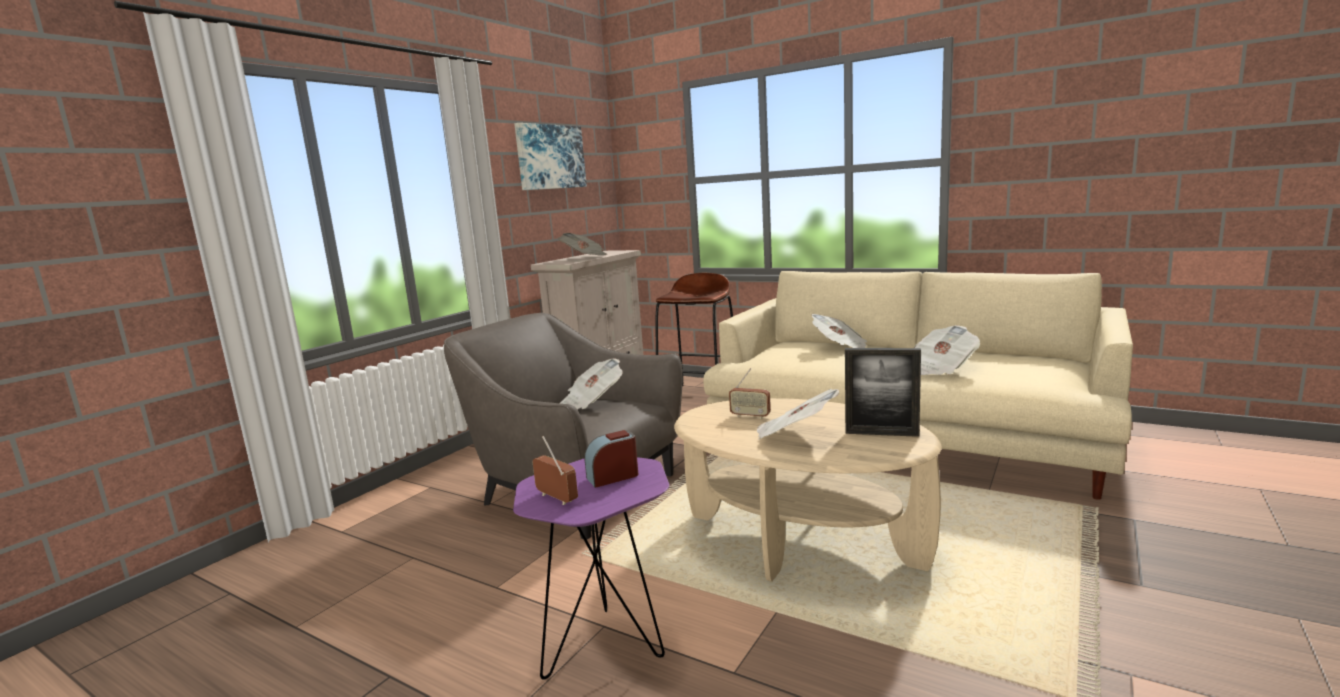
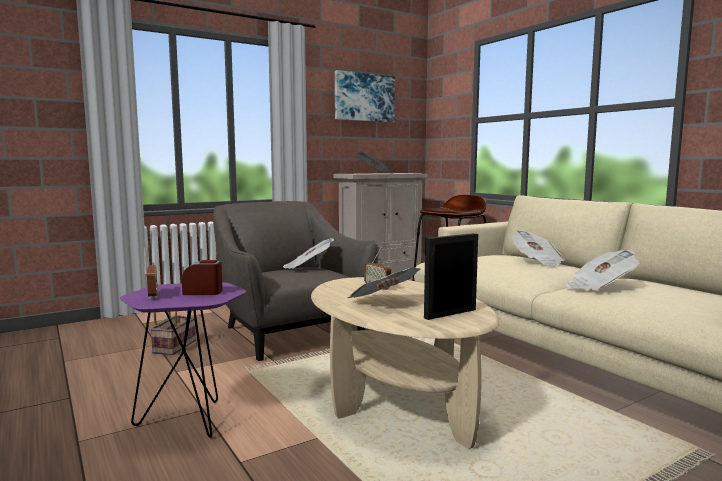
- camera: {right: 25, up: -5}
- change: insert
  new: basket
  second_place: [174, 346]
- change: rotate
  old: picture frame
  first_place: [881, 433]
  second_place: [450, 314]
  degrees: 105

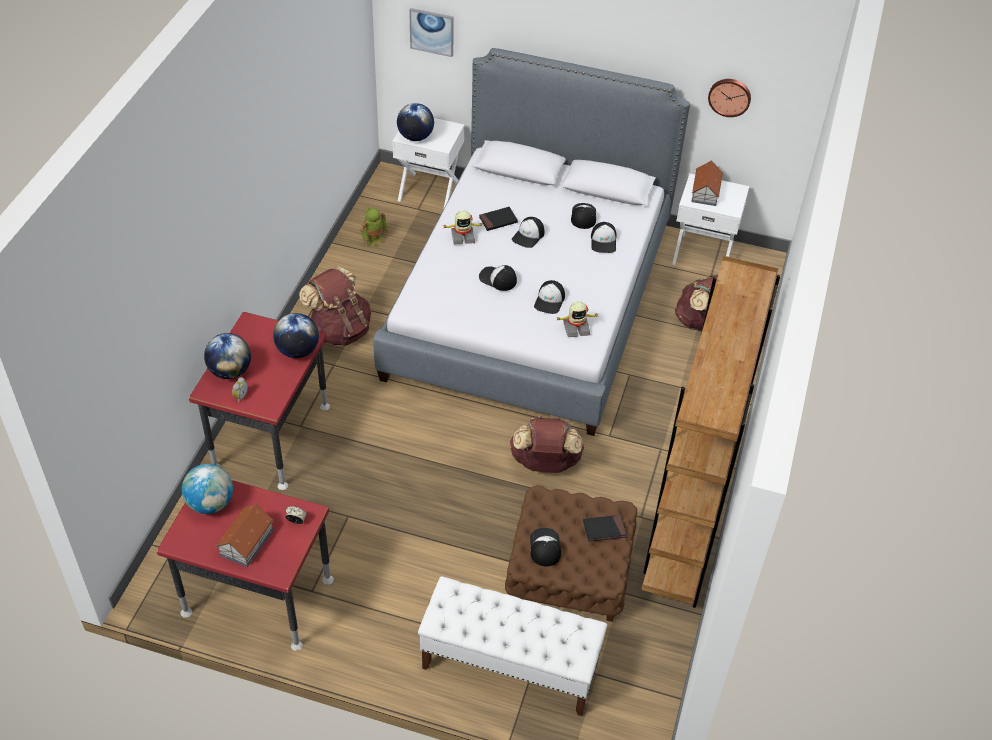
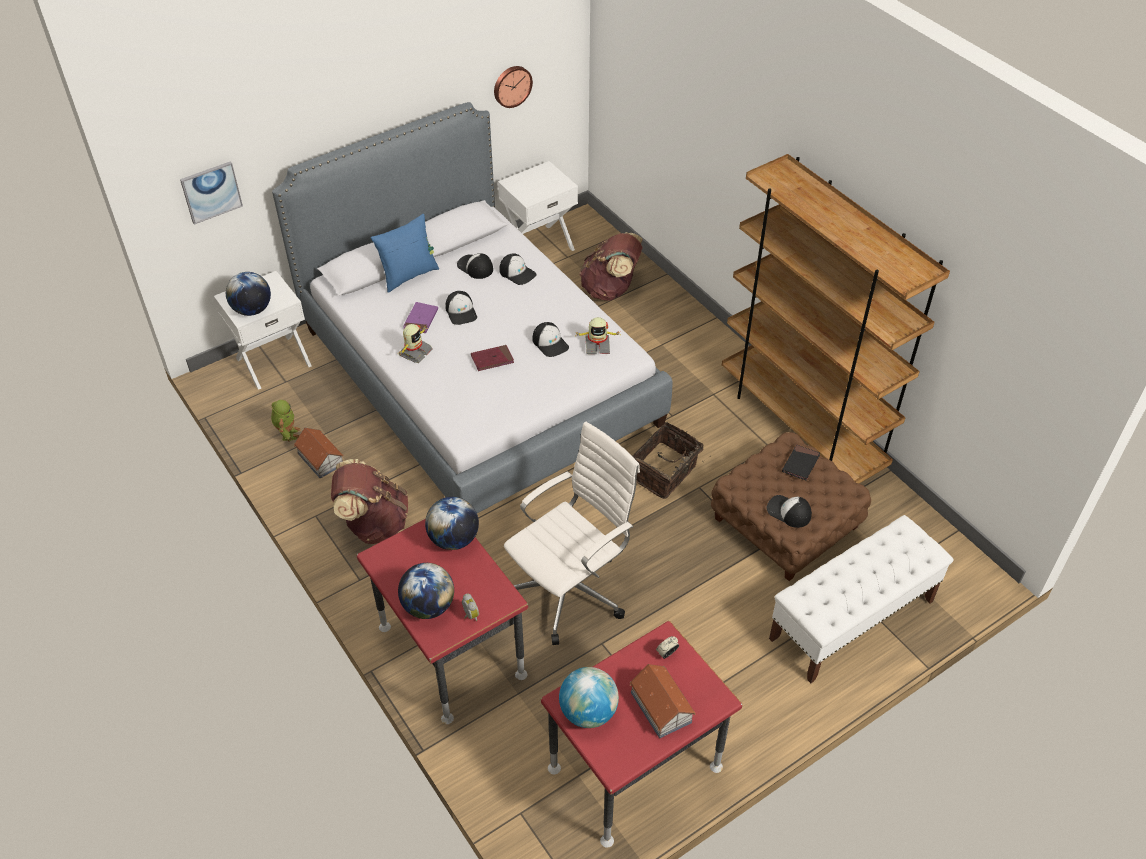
- camera: {right: -50, up: 0}
- change: insert
  new: bluish throw pillow
  second_place: [408, 276]
- change: insert
  new: white-coloured office chair
  second_place: [571, 589]
- change: move
  old: toy house
  first_place: [705, 192]
  second_place: [320, 459]
- change: replace
  old: cap
  new: red-coloured volume
  first_place: [497, 279]
  second_place: [492, 359]
- change: replace
  old: brown knapsack
  new: basket
  first_place: [545, 464]
  second_place: [664, 473]
- change: recolor
  old: black volume
  new: purple volume
  first_place: [498, 220]
  second_place: [421, 319]
- change: rotate
  old: model robot
  first_place: [576, 328]
  second_place: [597, 345]
  degrees: 60

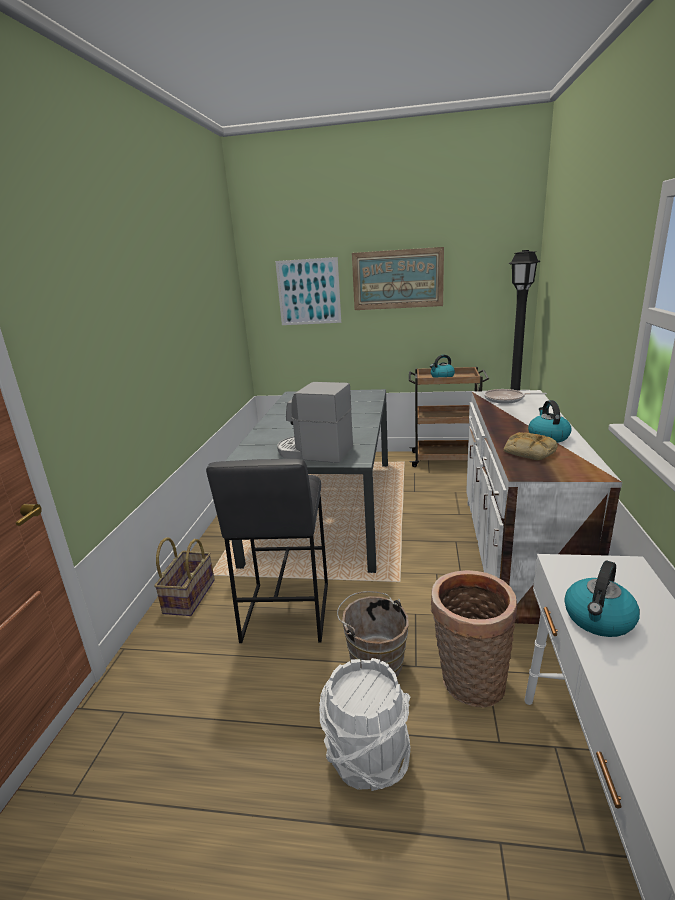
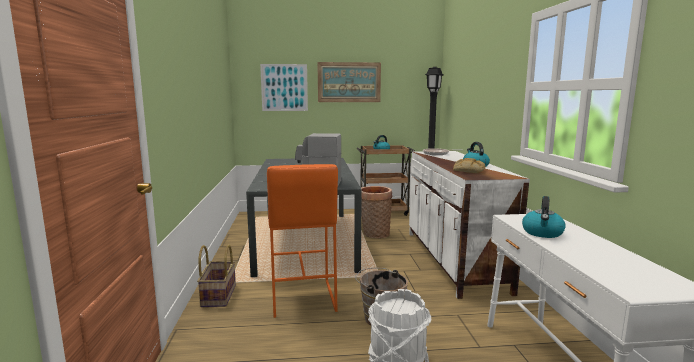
- camera: {right: -15, up: -10}
- change: move
  old: basket
  first_place: [469, 683]
  second_place: [374, 234]
- change: recolor
  old: greyish stool seat
  new: orangey stool seat
  first_place: [286, 612]
  second_place: [302, 298]

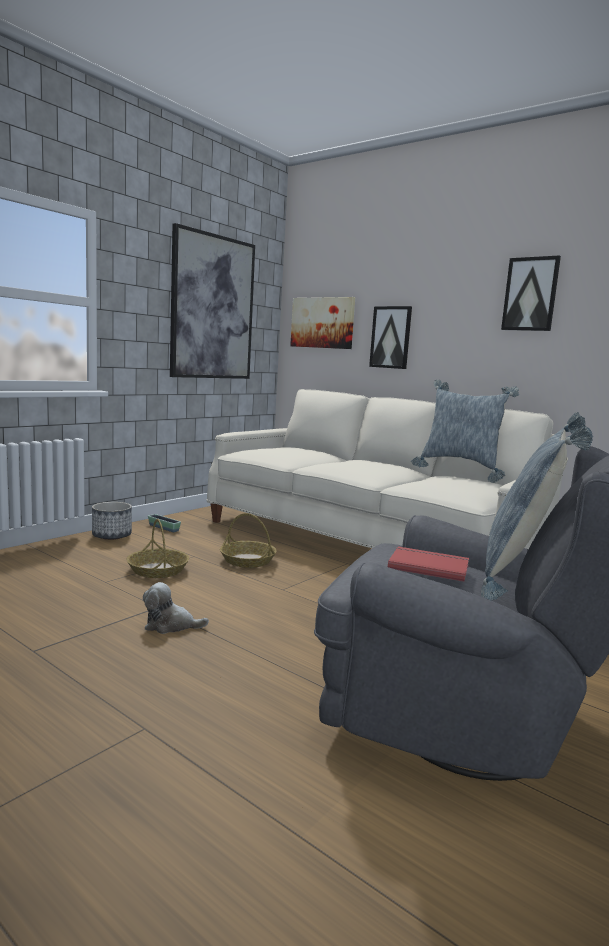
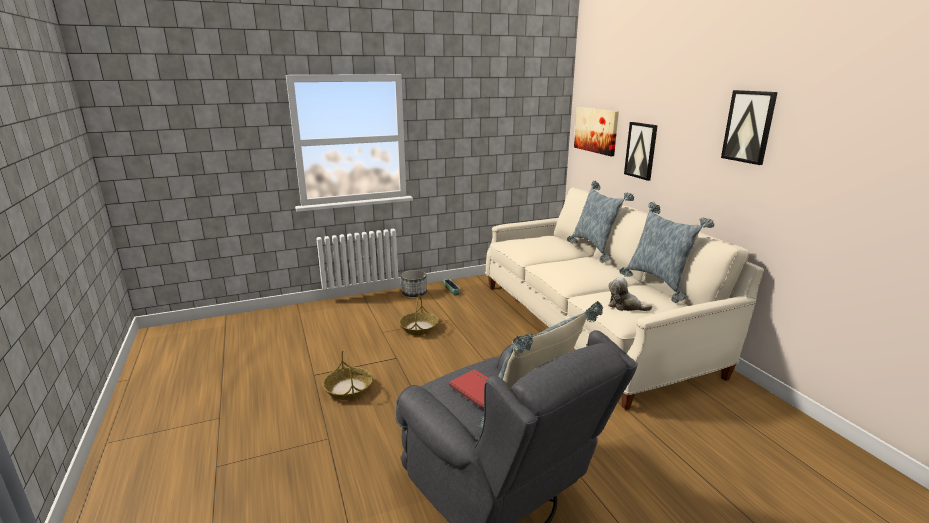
- camera: {right: 30, up: 10}
- change: delete
  old: wall art
  first_place: [212, 308]
- change: insert
  new: throw pillow
  second_place: [596, 252]
- change: move
  old: soft toy
  first_place: [170, 625]
  second_place: [625, 306]
- change: move
  old: basket
  first_place: [247, 560]
  second_place: [348, 388]

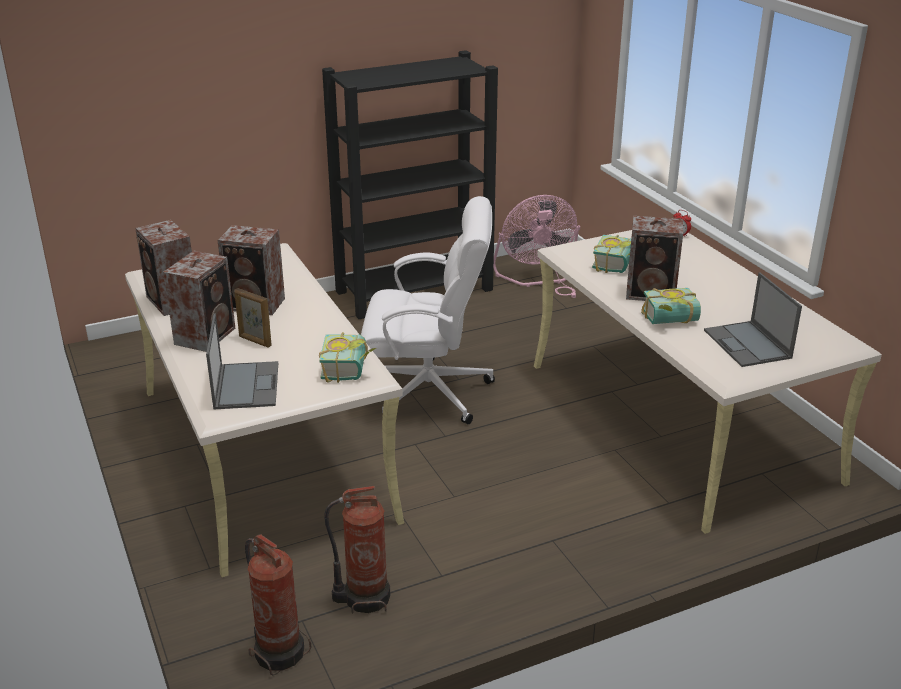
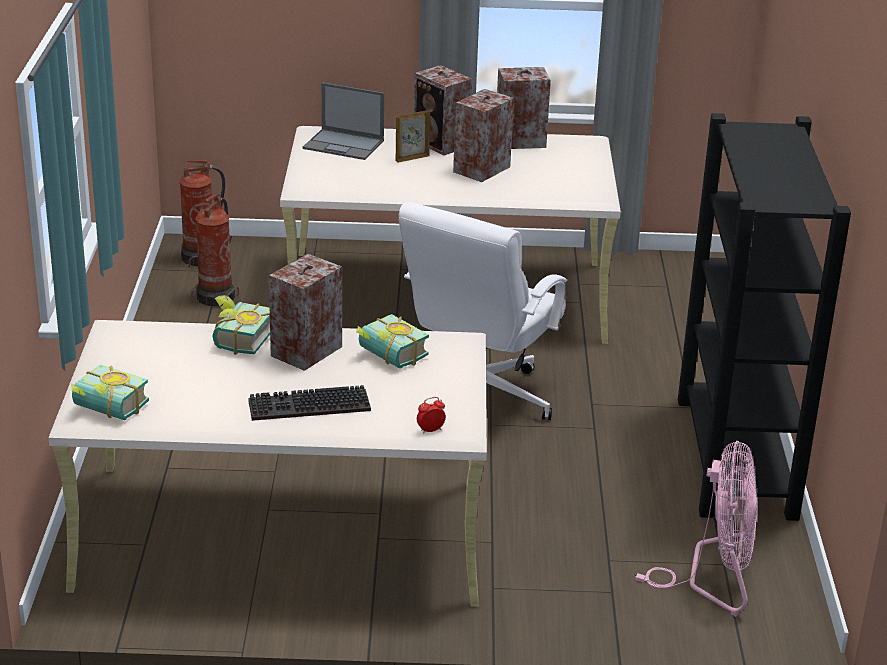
- camera: {right: 115, up: 0}
- change: delete
  old: laptop
  first_place: [748, 344]
- change: insert
  new: keyboard
  second_place: [307, 407]
- change: move
  old: volume
  first_place: [350, 369]
  second_place: [107, 410]

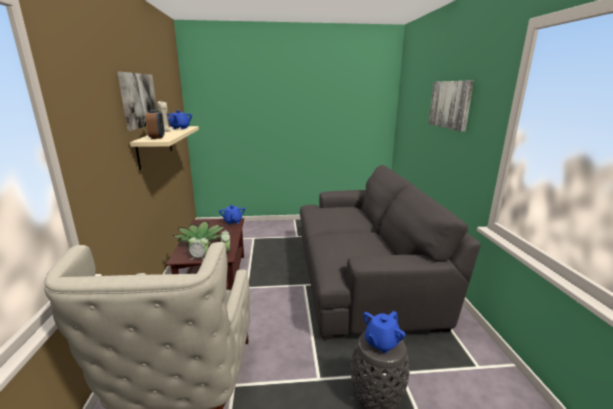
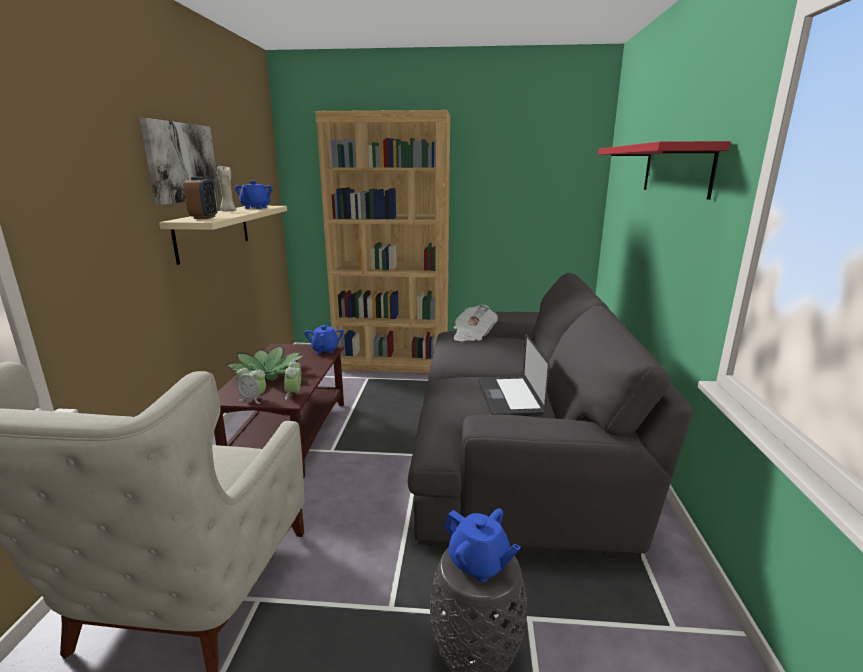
- camera: {right: 10, up: 0}
- change: insert
  new: brown shelving unit
  second_place: [393, 363]
- change: insert
  new: newspaper
  second_place: [472, 335]
- change: insert
  new: laptop
  second_place: [509, 397]
- change: replace
  old: wall art
  new: red-coloured wall shelf
  first_place: [450, 104]
  second_place: [676, 170]
- change: rotate
  old: bluish tea pot
  first_place: [381, 343]
  second_place: [479, 563]
  degrees: -105

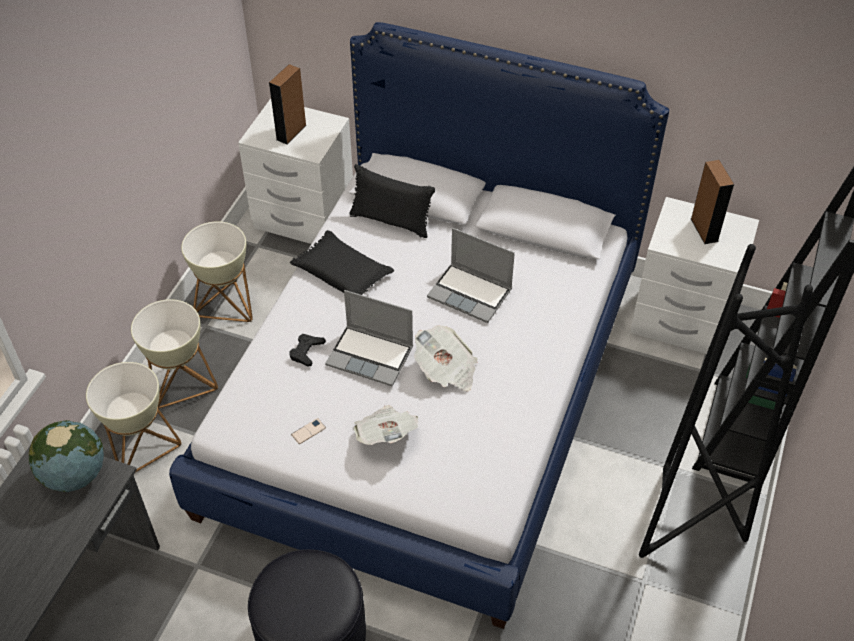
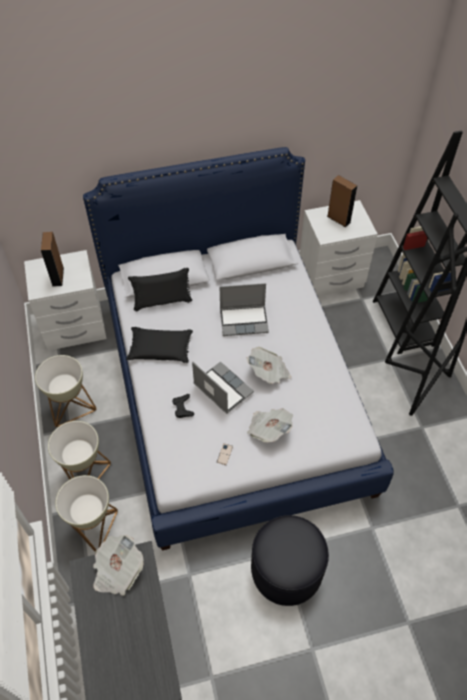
- camera: {right: -35, up: 5}
- change: replace
  old: desk globe
  new: newspaper
  first_place: [74, 475]
  second_place: [117, 570]
- change: rotate
  old: laptop
  first_place: [371, 356]
  second_place: [222, 388]
  degrees: -120

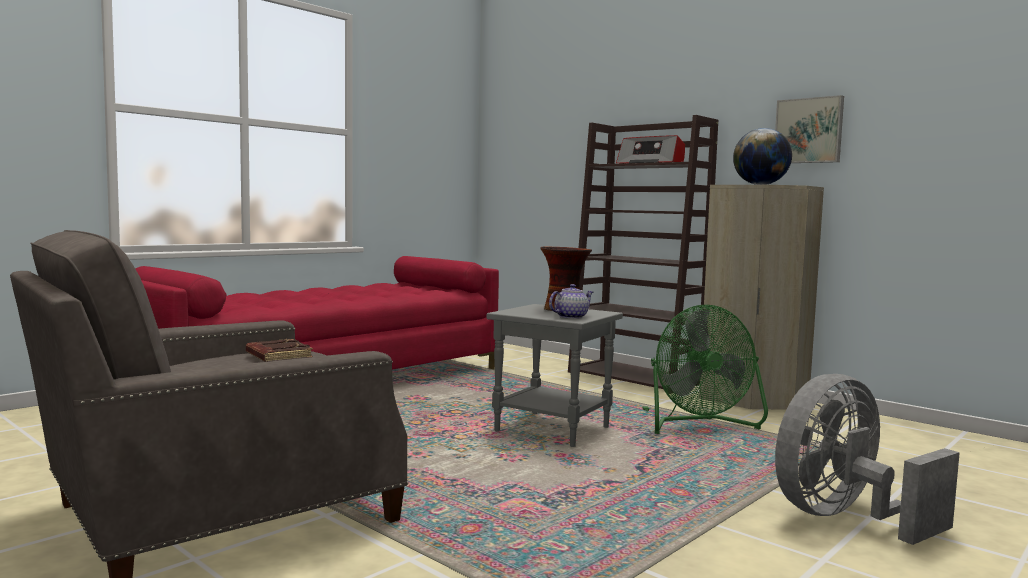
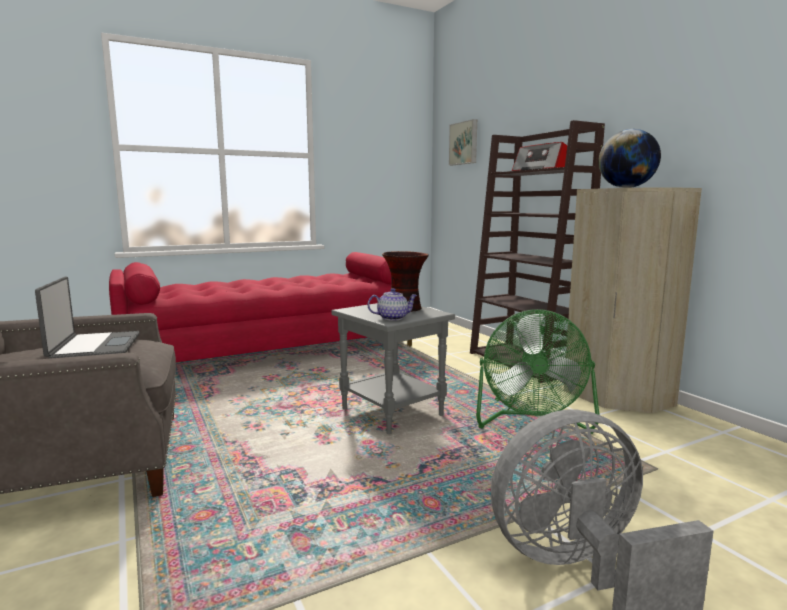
- camera: {right: 20, up: 5}
- change: move
  old: wall art
  first_place: [809, 131]
  second_place: [464, 143]
- change: replace
  old: brown volume
  new: laptop
  first_place: [277, 356]
  second_place: [94, 348]

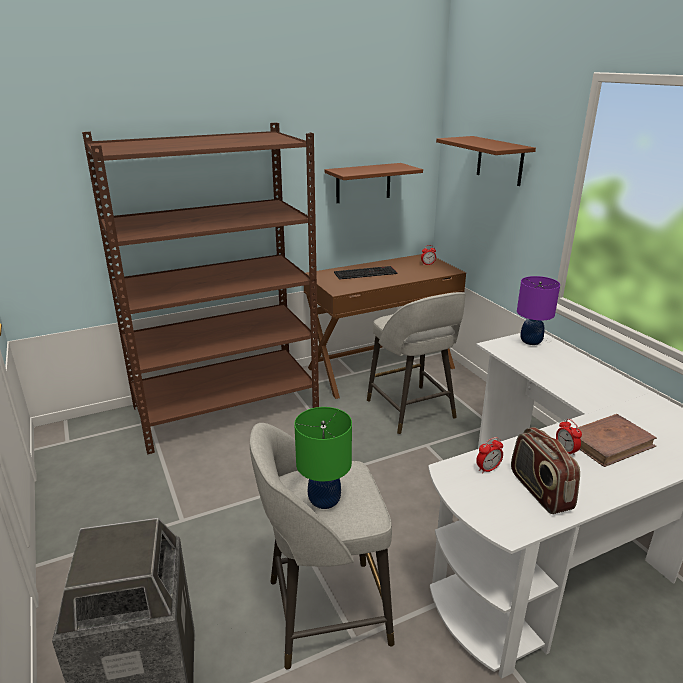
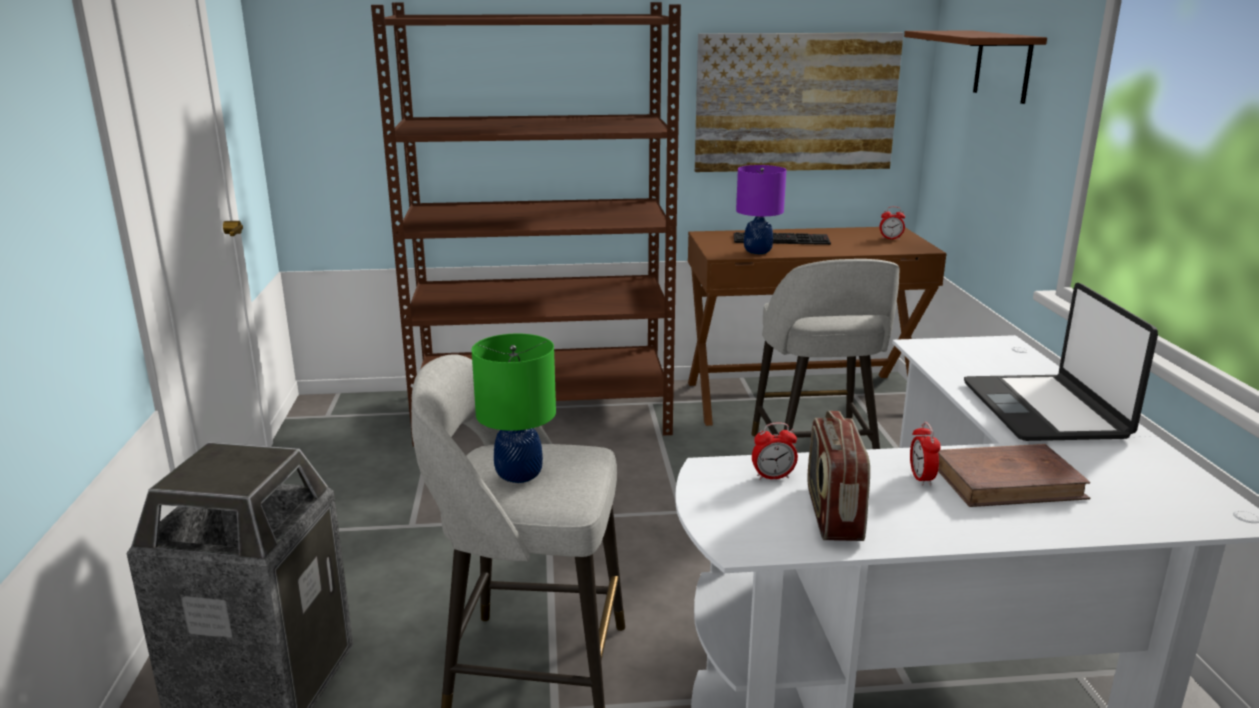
- camera: {right: 20, up: -5}
- change: insert
  new: laptop
  second_place: [1045, 410]
- change: move
  old: purple tabletop lamp
  first_place: [530, 342]
  second_place: [756, 252]
- change: replace
  old: brown wall shelf
  new: wall art
  first_place: [363, 183]
  second_place: [796, 102]

